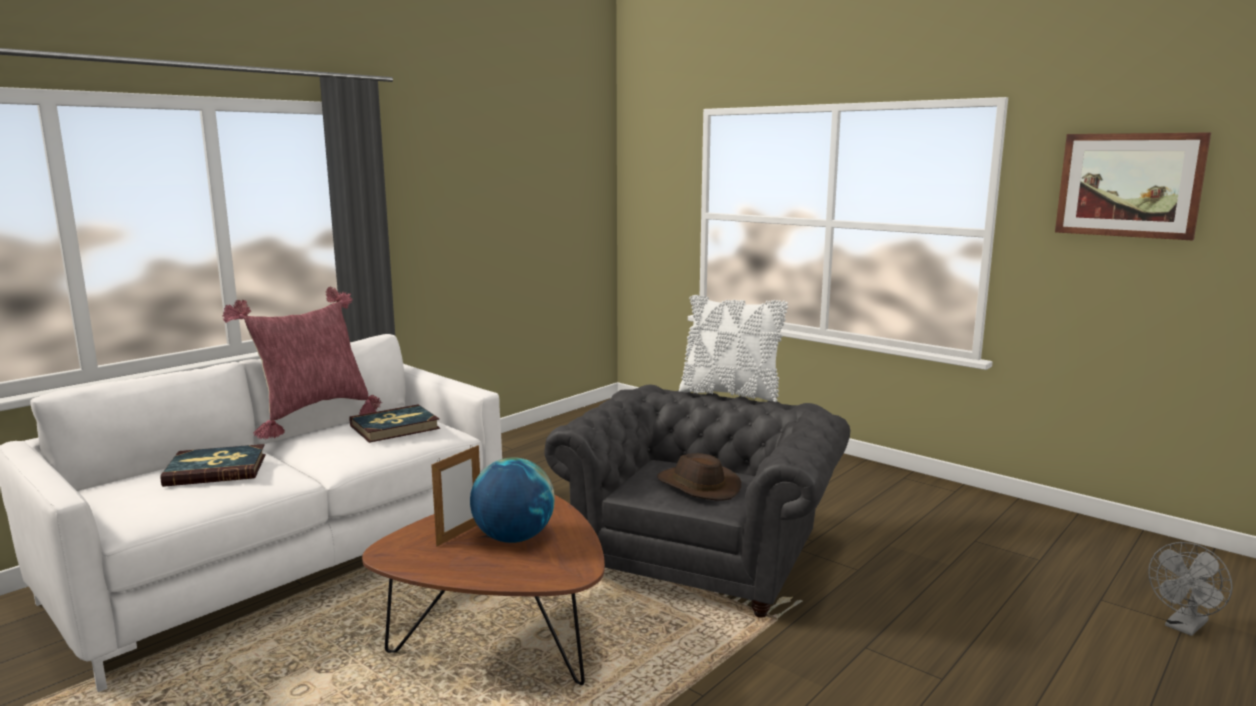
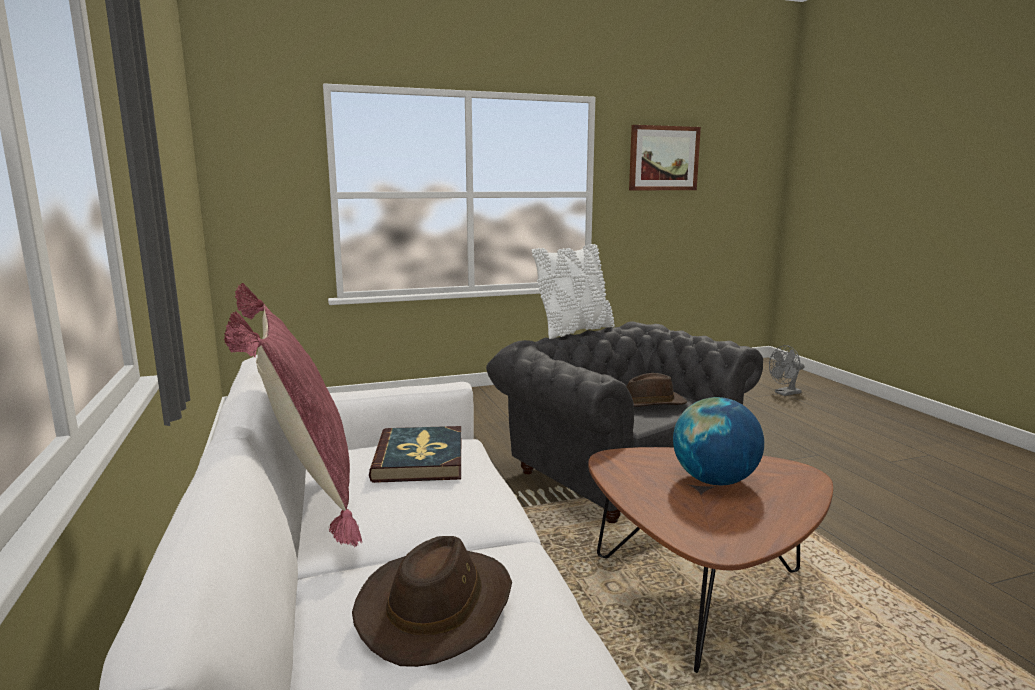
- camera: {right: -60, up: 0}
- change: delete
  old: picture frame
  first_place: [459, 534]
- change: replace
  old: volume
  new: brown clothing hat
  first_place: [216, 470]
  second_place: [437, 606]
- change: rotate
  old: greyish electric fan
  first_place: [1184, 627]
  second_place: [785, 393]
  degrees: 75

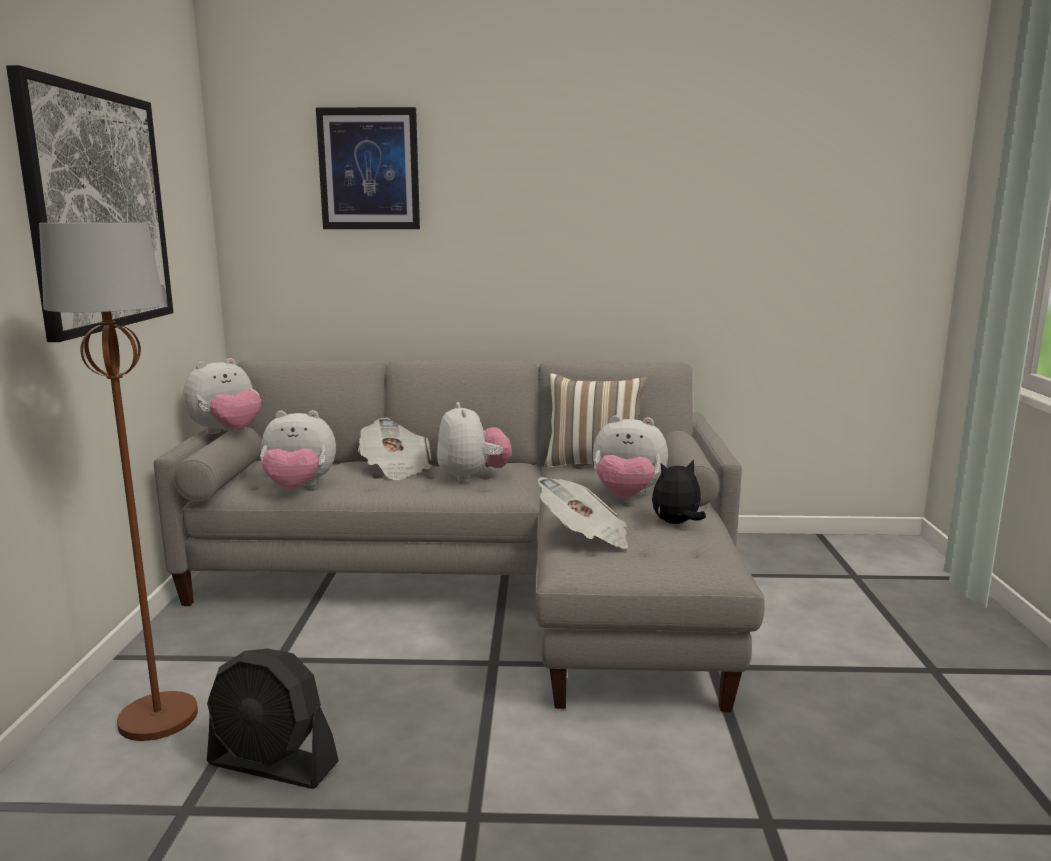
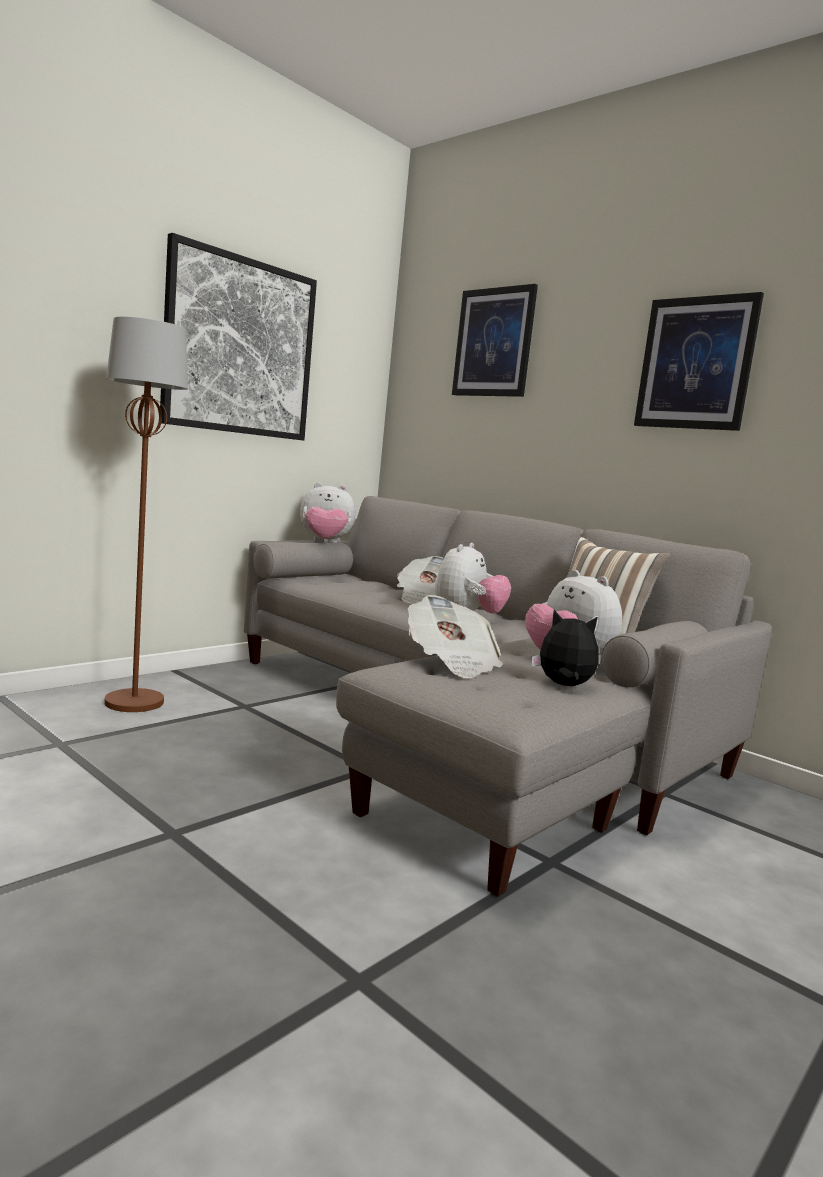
- camera: {right: 40, up: -5}
- change: delete
  old: black electric fan
  first_place: [273, 764]
- change: delete
  old: soft toy
  first_place: [299, 488]
- change: insert
  new: wall art
  second_place: [696, 363]

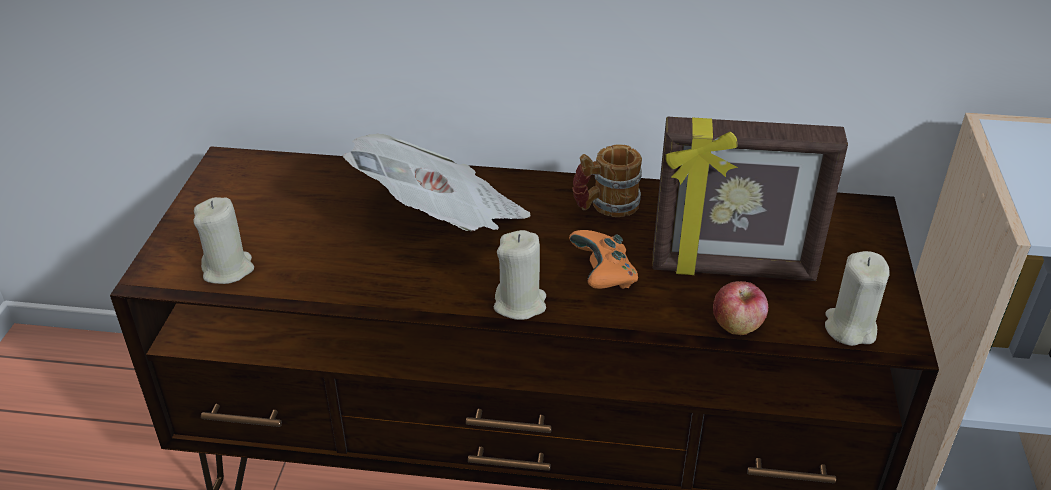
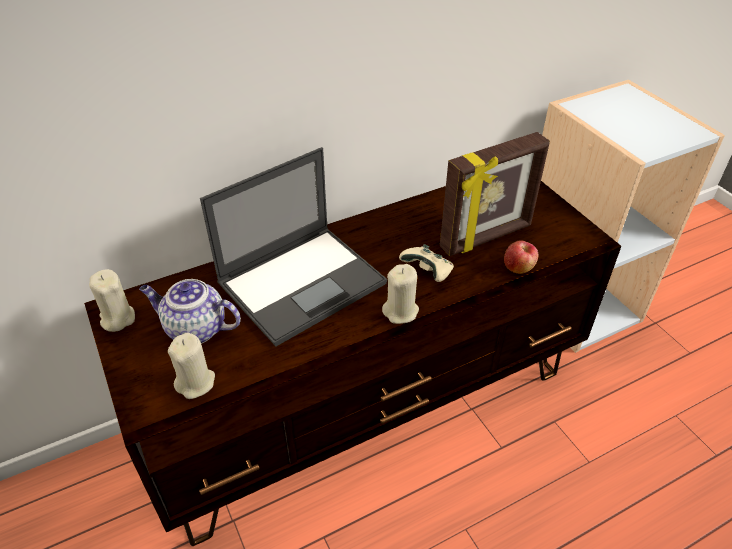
- camera: {right: -35, up: 5}
- change: delete
  old: coffee mug
  first_place: [605, 206]
- change: insert
  new: tea pot
  second_place: [194, 329]
- change: move
  old: beige-coloured wax candle
  first_place: [850, 328]
  second_place: [117, 318]
- change: replace
  old: newspaper
  new: laptop
  first_place: [442, 221]
  second_place: [303, 282]
- change: recolor
  old: orangey joypad
  new: beige-coloured joypad
  first_place: [604, 277]
  second_place: [428, 273]

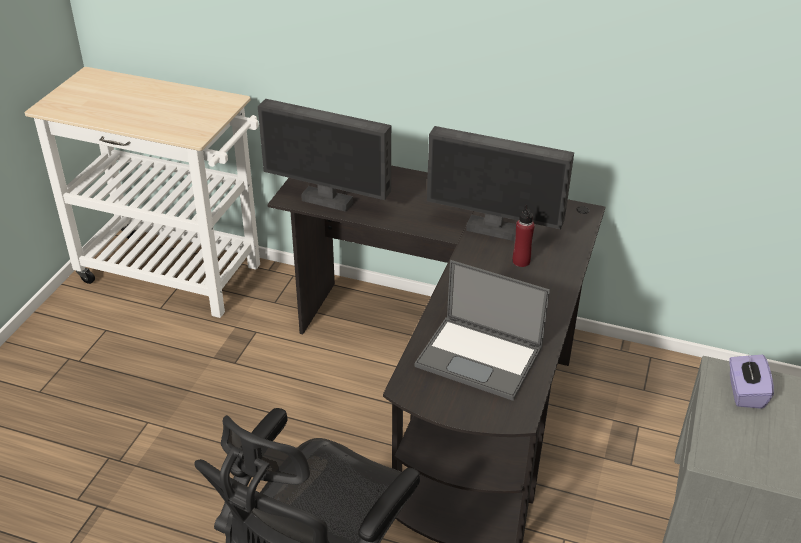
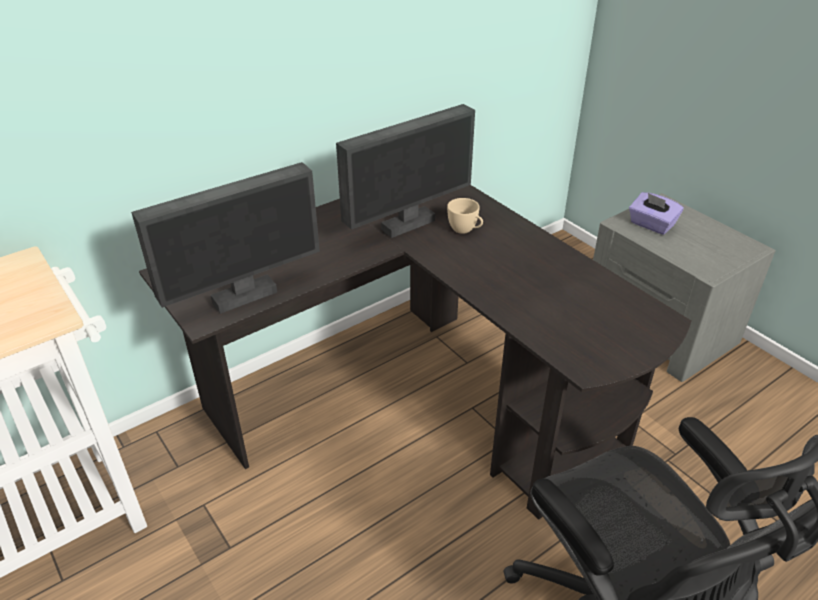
- camera: {right: -55, up: 0}
- change: delete
  old: laptop
  first_place: [480, 357]
- change: replace
  old: red-coloured beverage bottle
  new: beige-coloured small cup
  first_place: [521, 261]
  second_place: [465, 230]

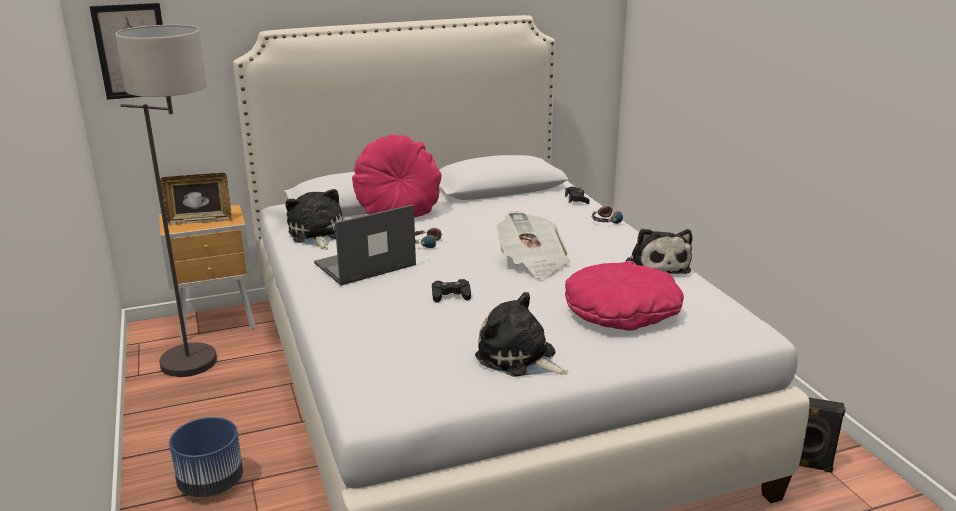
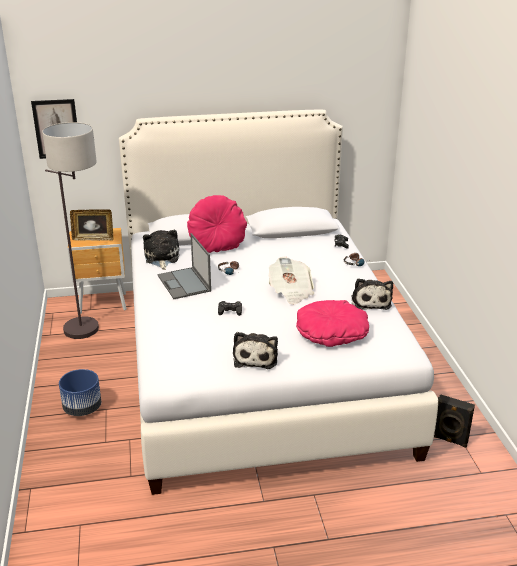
- camera: {right: 10, up: 5}
- change: rotate
  old: laptop
  first_place: [364, 265]
  second_place: [184, 283]
  degrees: -90
- change: rotate
  old: soft toy
  first_place: [519, 358]
  second_place: [256, 357]
  degrees: -135

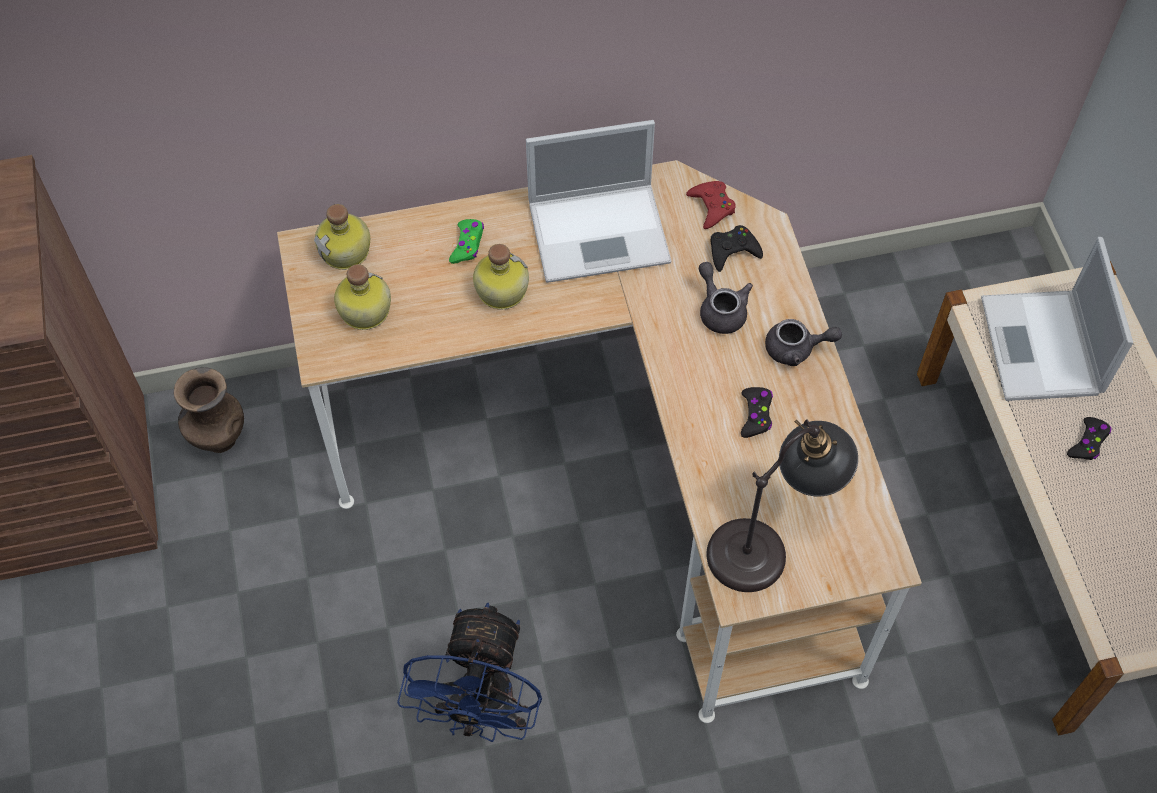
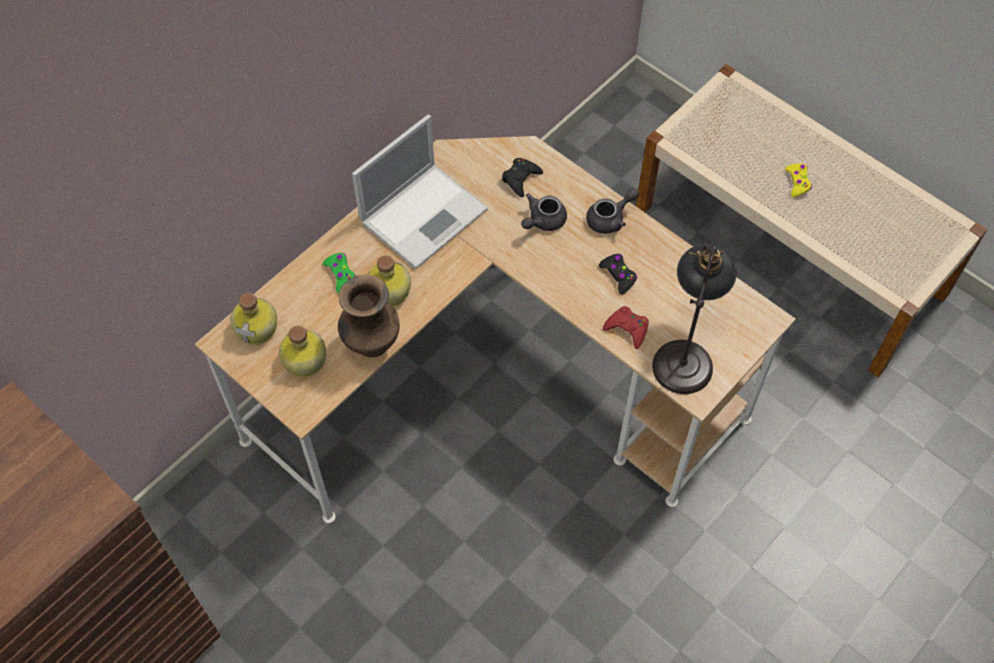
- camera: {right: -35, up: 0}
- change: delete
  old: bluish electric fan
  first_place: [481, 711]
- change: delete
  old: laptop
  first_place: [1042, 348]
- change: move
  old: brown decorative vase
  first_place: [218, 439]
  second_place: [371, 345]
- change: move
  old: red-coloured joypad
  first_place: [712, 207]
  second_place: [627, 329]
- change: recolor
  old: black joypad
  new: yellow joypad
  first_place: [1088, 443]
  second_place: [797, 182]
- change: rotate
  old: greyish tea pot
  first_place: [720, 309]
  second_place: [543, 221]
  degrees: -75

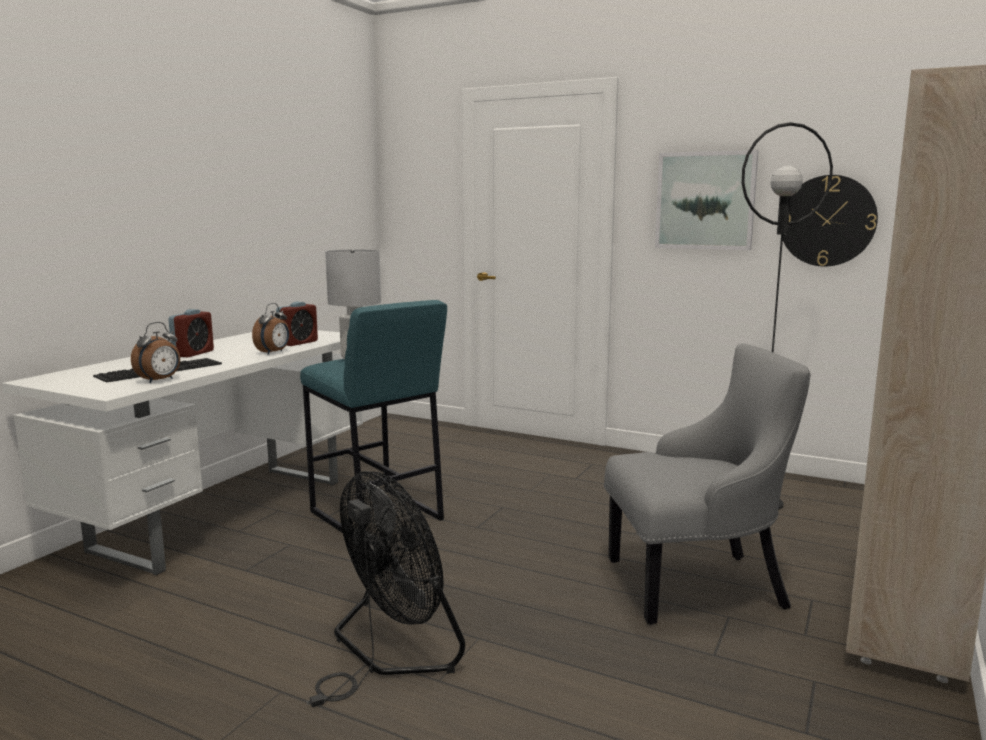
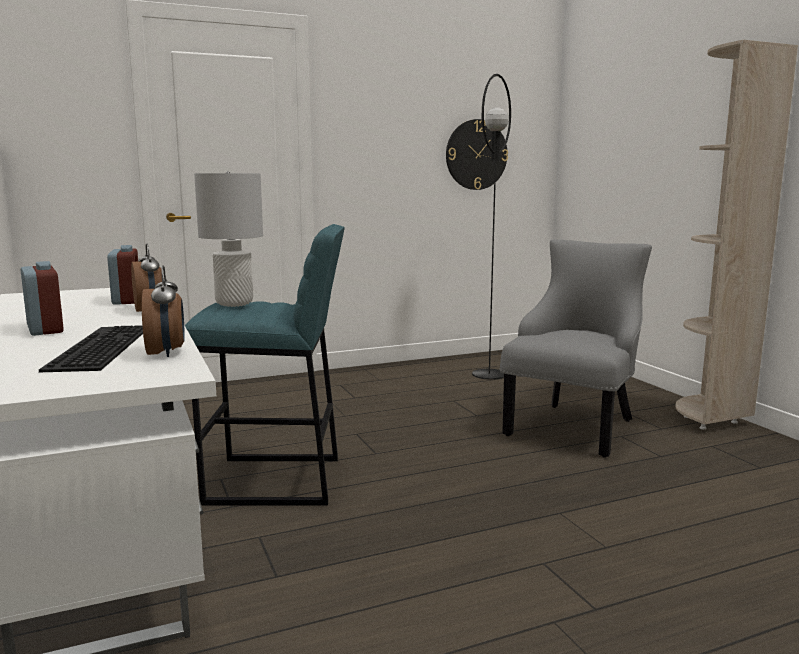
- camera: {right: -50, up: 0}
- change: delete
  old: black electric fan
  first_place: [380, 649]
- change: delete
  old: wall art
  first_place: [705, 200]

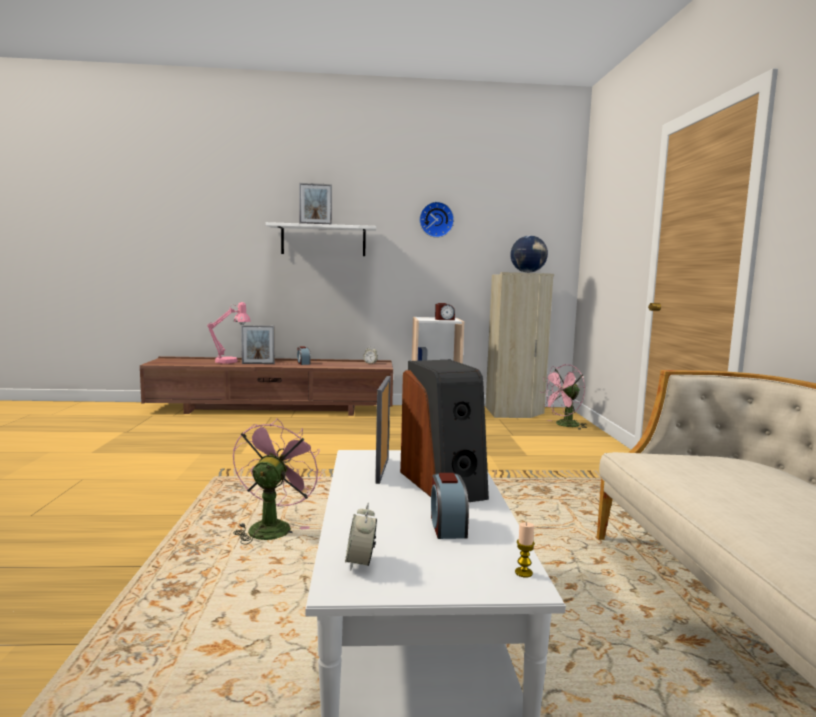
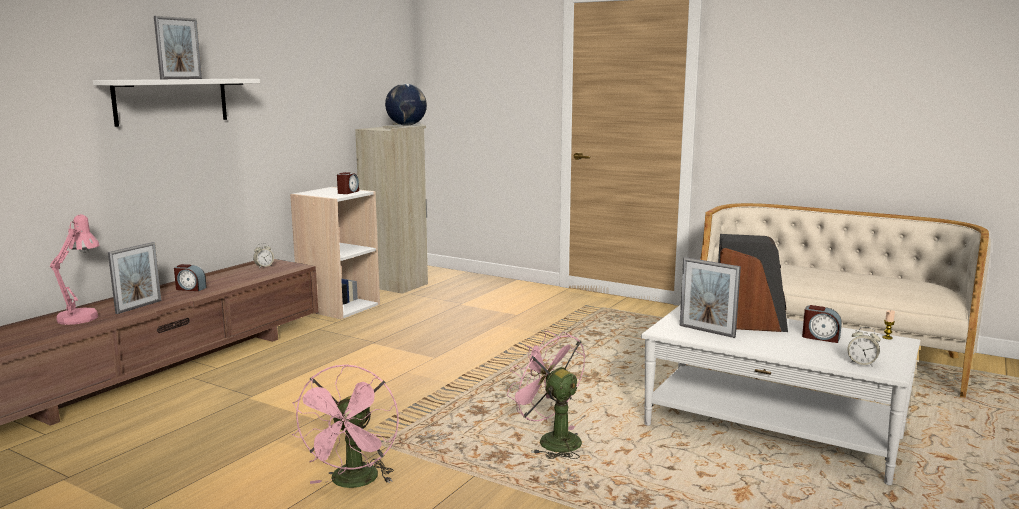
- camera: {right: -55, up: 5}
- change: delete
  old: hanging clock
  first_place: [436, 219]
- change: move
  old: pinkish electric fan
  first_place: [564, 425]
  second_place: [353, 483]

